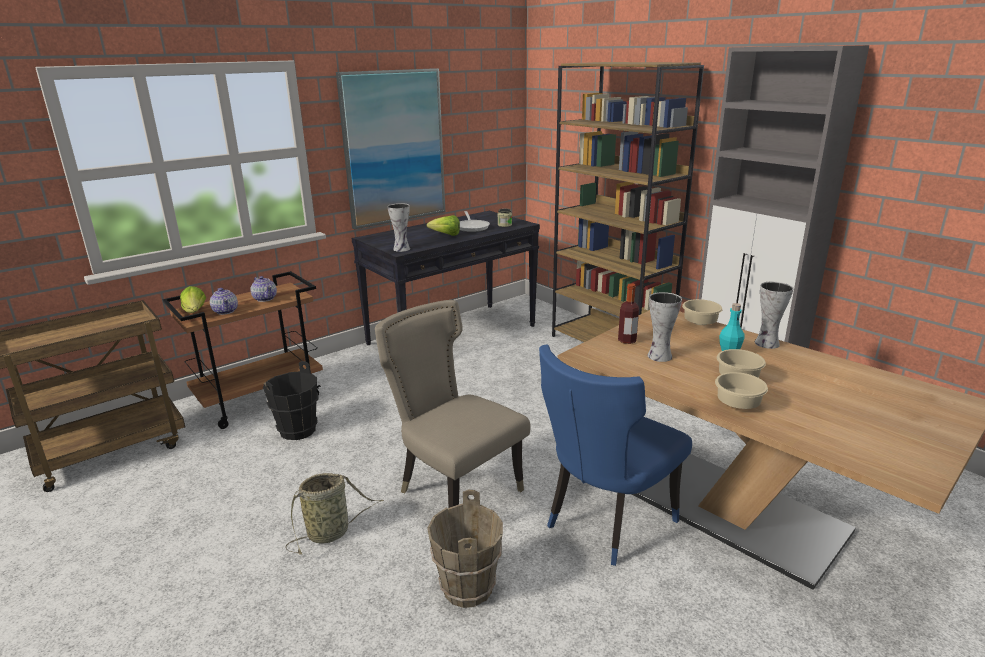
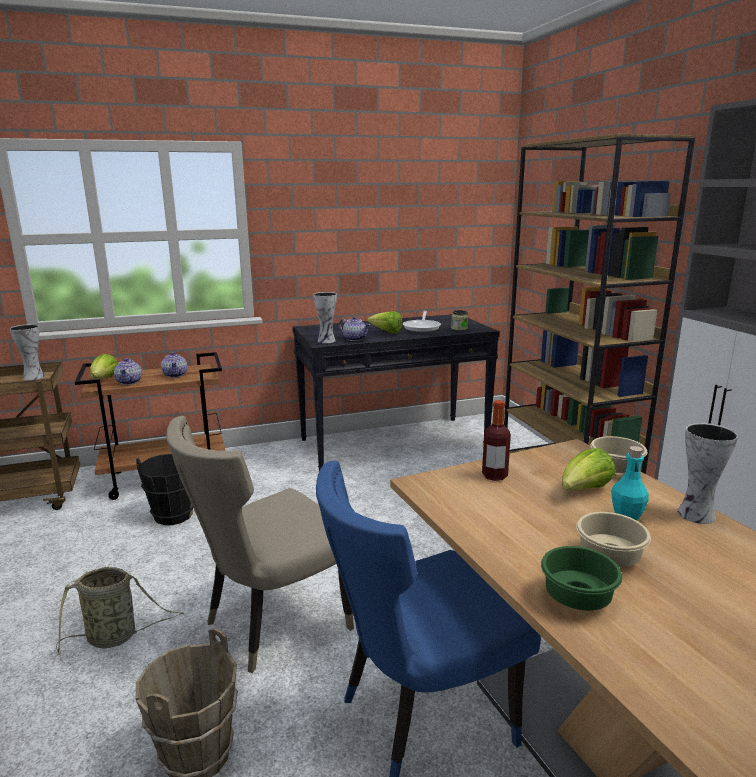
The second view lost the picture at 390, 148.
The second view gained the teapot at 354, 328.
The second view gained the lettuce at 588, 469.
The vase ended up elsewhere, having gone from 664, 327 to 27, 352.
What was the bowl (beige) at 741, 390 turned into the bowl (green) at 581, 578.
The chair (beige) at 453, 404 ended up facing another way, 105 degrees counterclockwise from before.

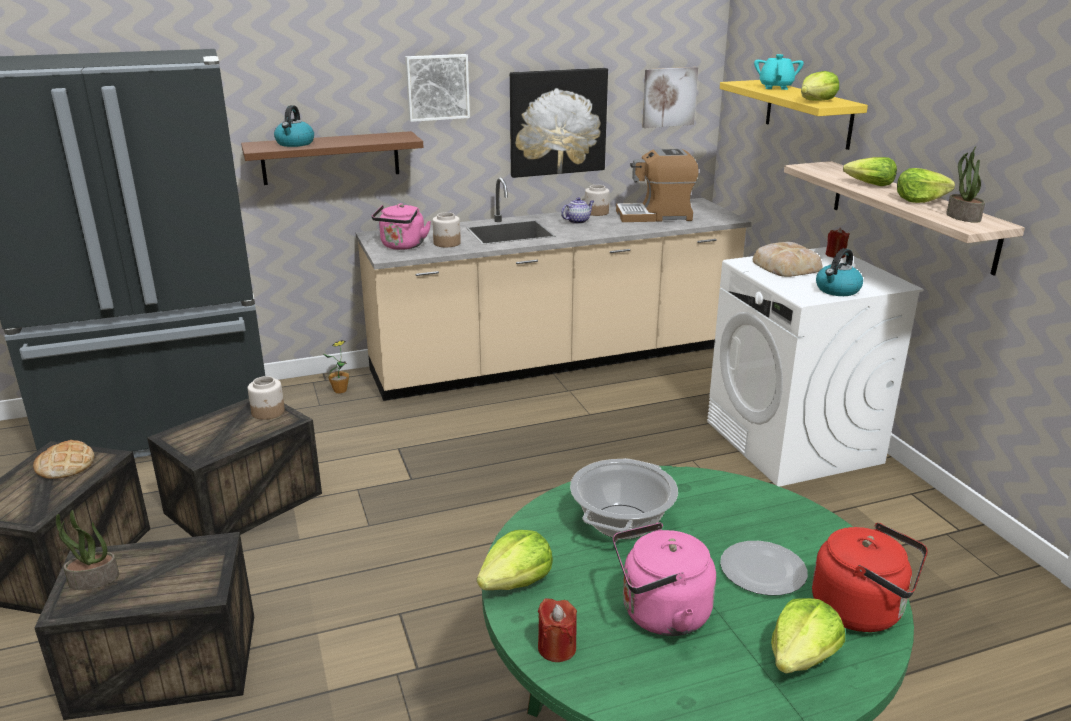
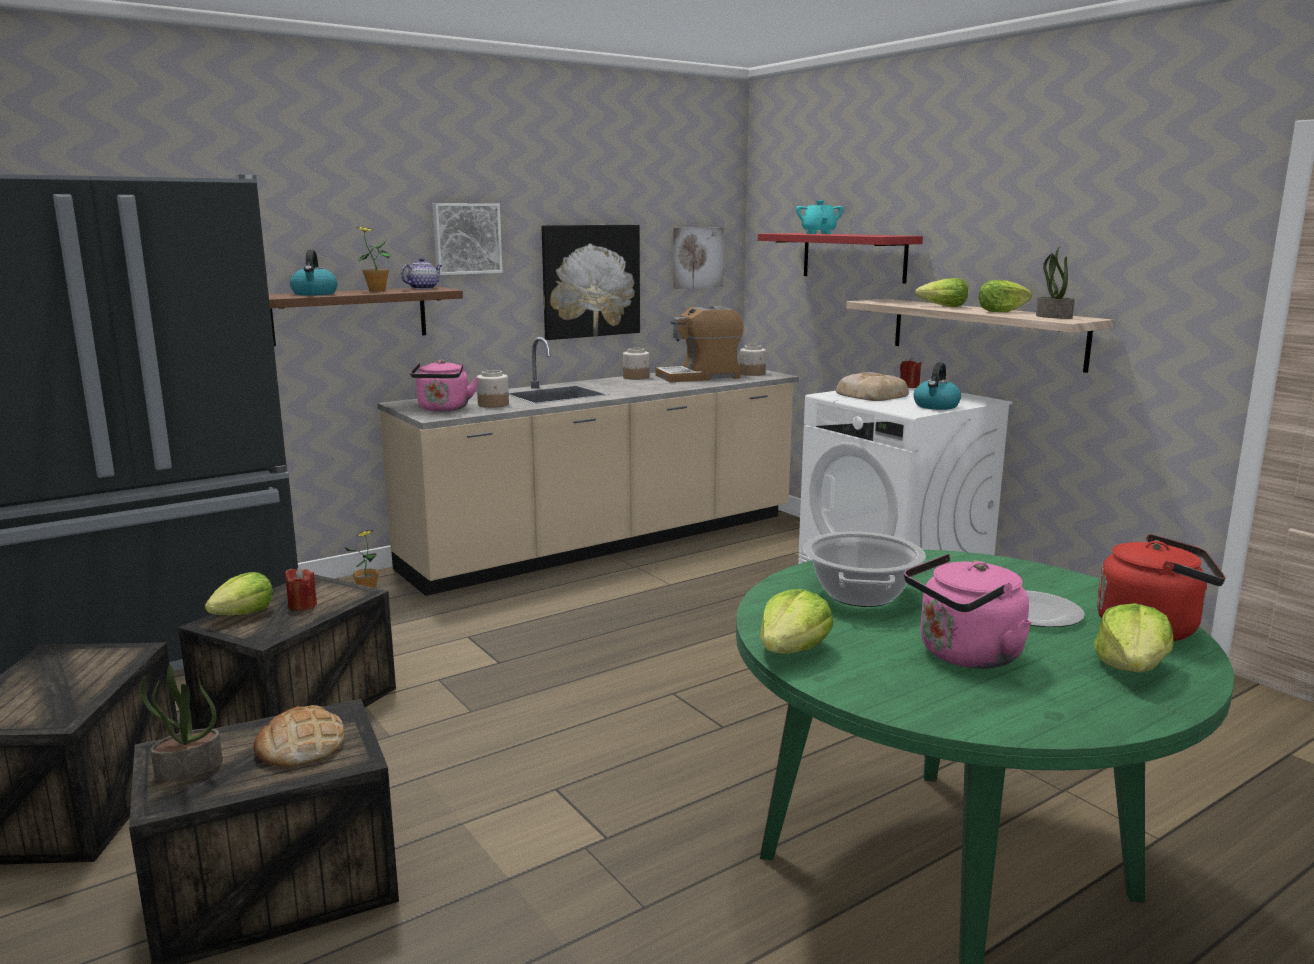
The second view gained the potted plant at 373, 259.
The bread ended up elsewhere, having gone from 64, 459 to 299, 736.
The jar ended up elsewhere, having gone from 266, 398 to 753, 360.
The candle (red) ended up elsewhere, having gone from 557, 630 to 301, 589.
The teapot ended up elsewhere, having gone from 577, 210 to 421, 273.
The lettuce ended up elsewhere, having gone from 820, 86 to 239, 594.
What was the shelf (yellow) at 794, 115 turned into the shelf (red) at 840, 258.

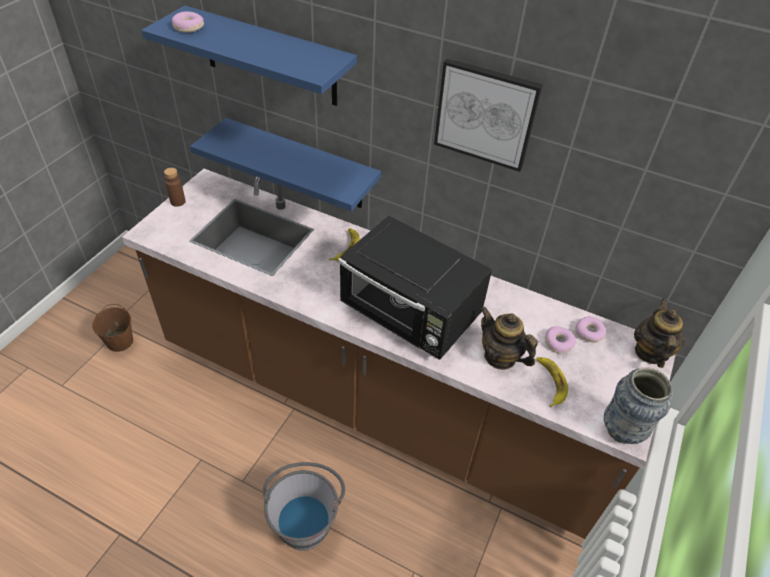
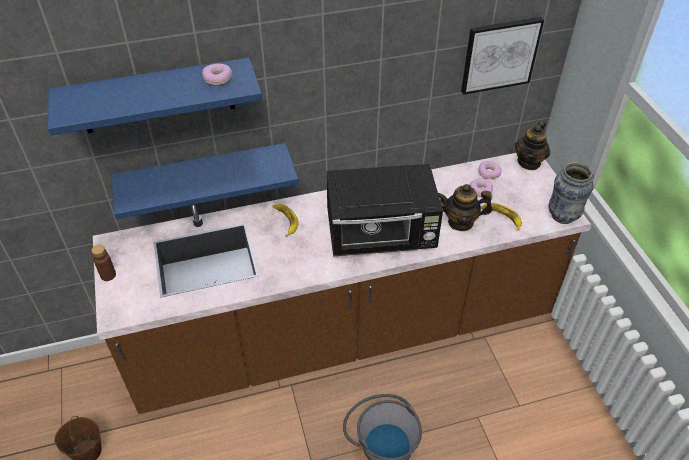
The donut ended up elsewhere, having gone from 188, 22 to 217, 74.
The picture ended up elsewhere, having gone from 488, 115 to 502, 56.
The teapot at 659, 333 ended up facing another way, 120 degrees counterclockwise from before.

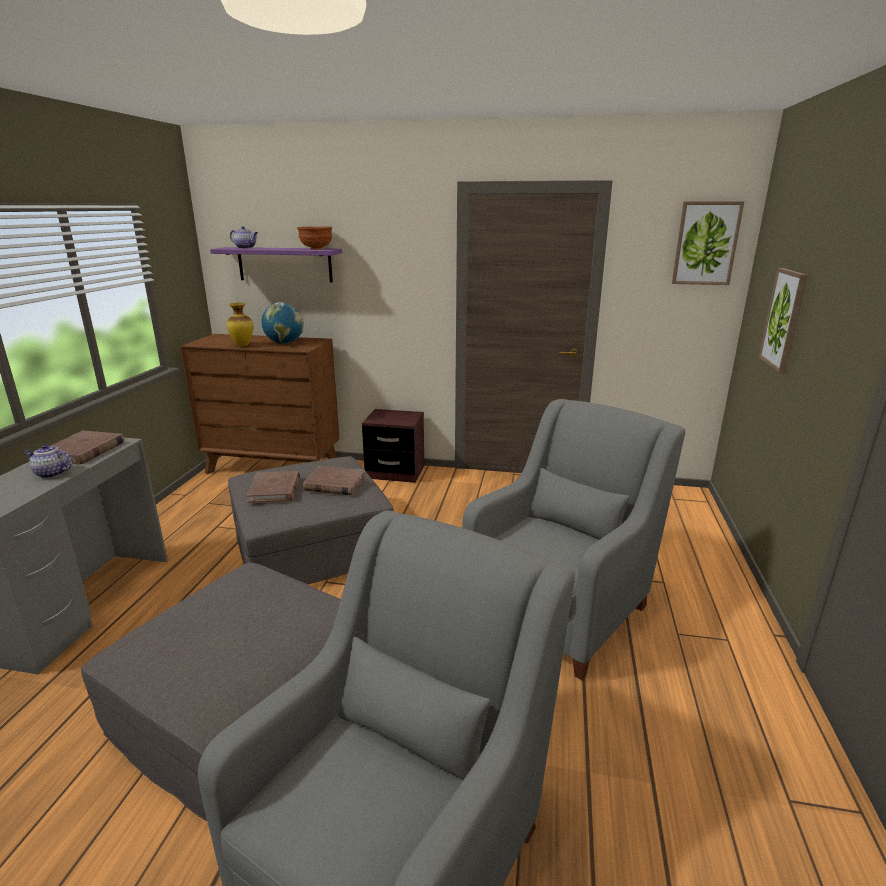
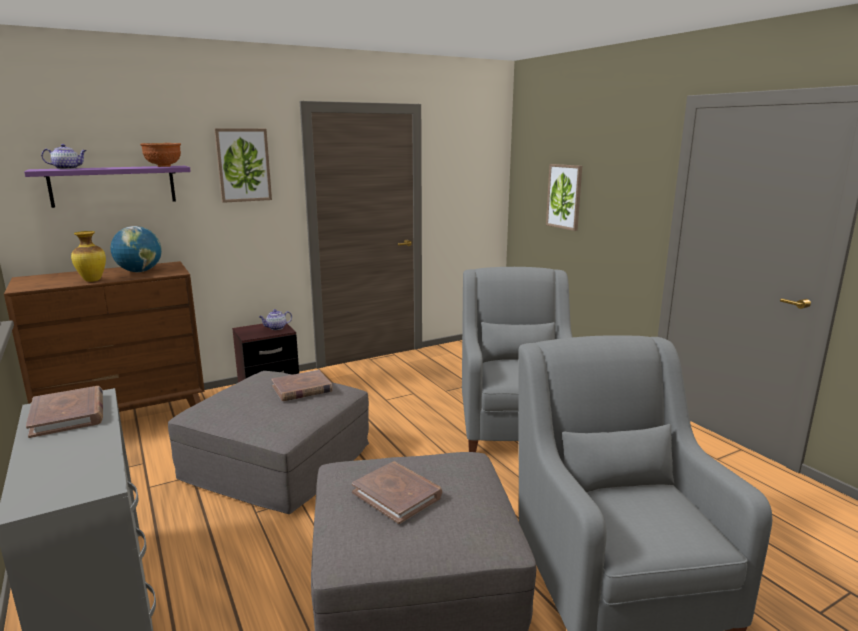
The teapot ended up elsewhere, having gone from 48, 461 to 275, 319.
The book (brown) ended up elsewhere, having gone from 273, 487 to 397, 492.
The picture ended up elsewhere, having gone from 708, 243 to 243, 165.

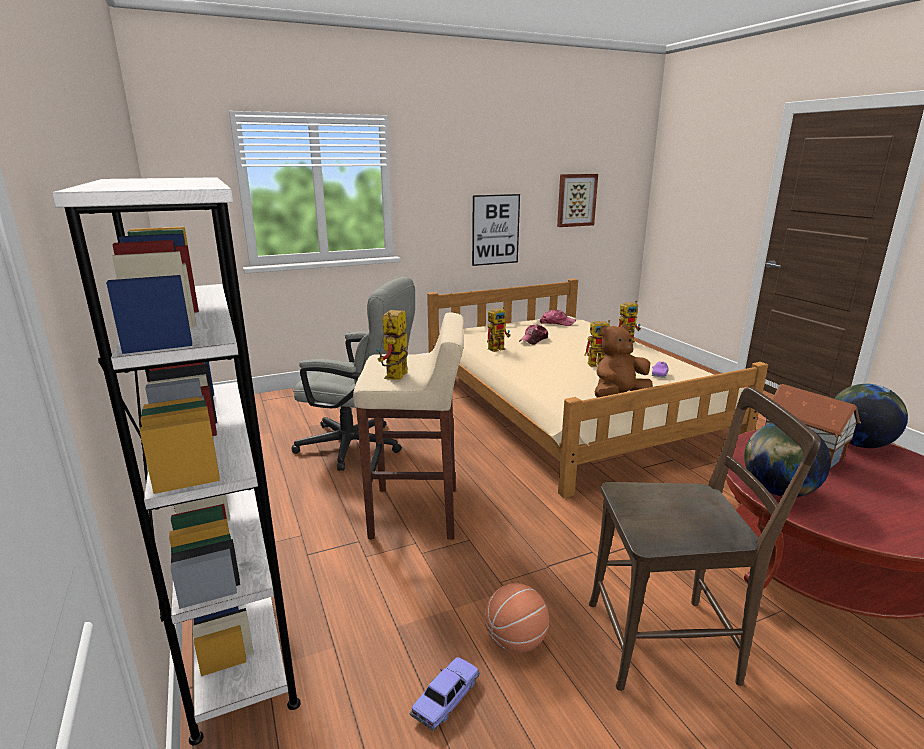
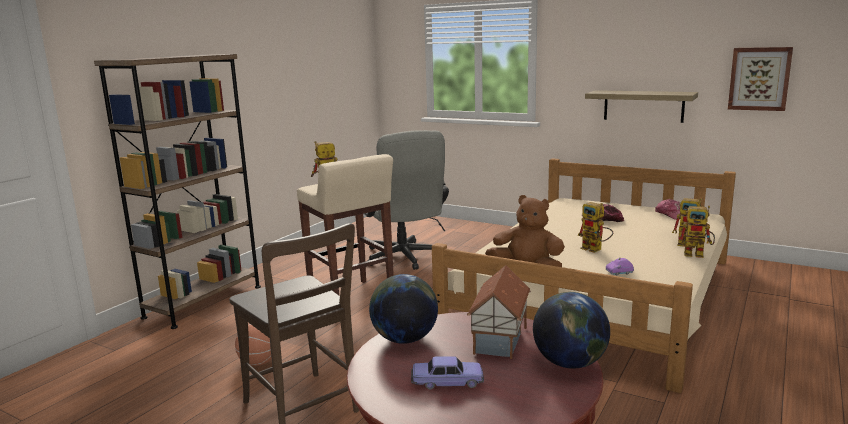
The toy car ended up elsewhere, having gone from 444, 694 to 447, 372.
The toy robot ended up elsewhere, having gone from 499, 329 to 696, 232.
Where the picture hung at 496, 230, the shelf came to hang at 641, 106.
What was the bookcase (white) at 176, 461 turned into the bookcase (brown) at 177, 191.

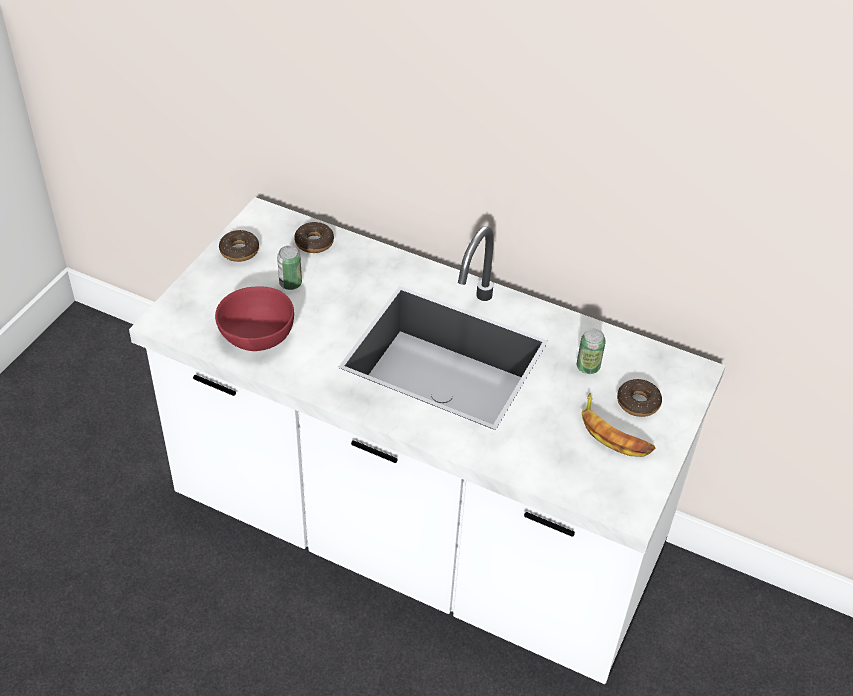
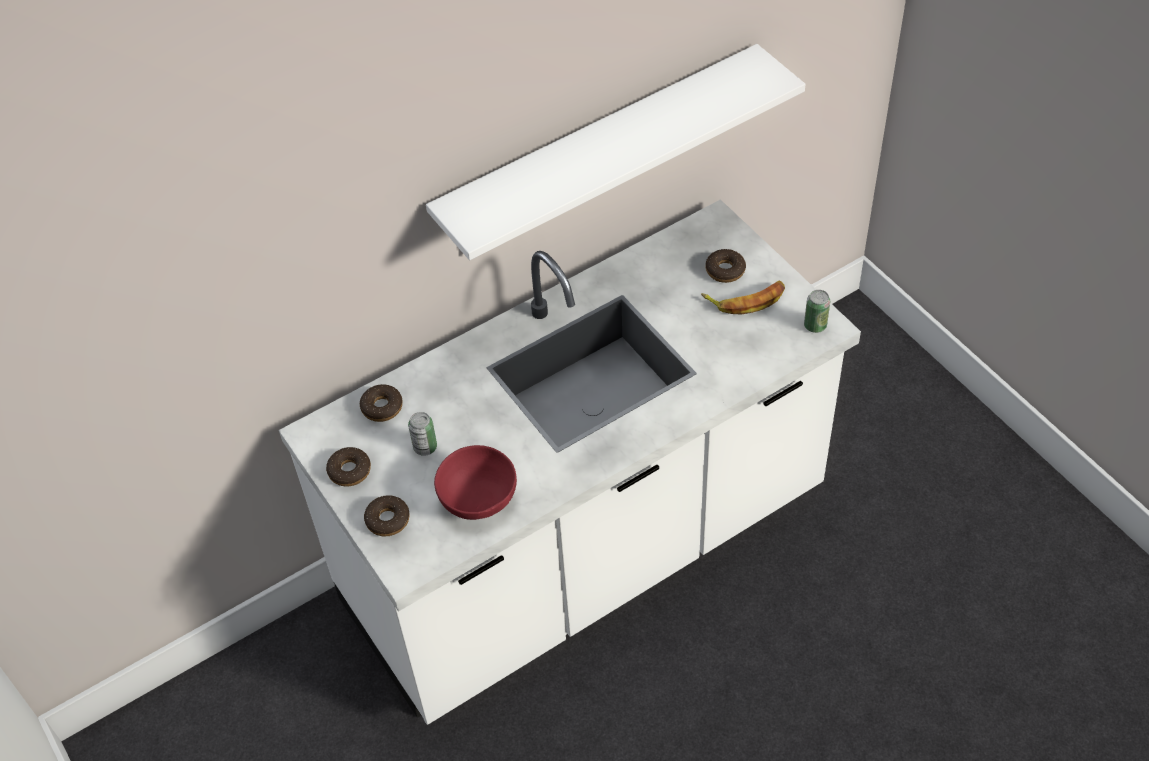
The second view gained the donut at 387, 515.
The second view gained the shelf (white) at 615, 152.
The can ended up elsewhere, having gone from 591, 351 to 817, 311.

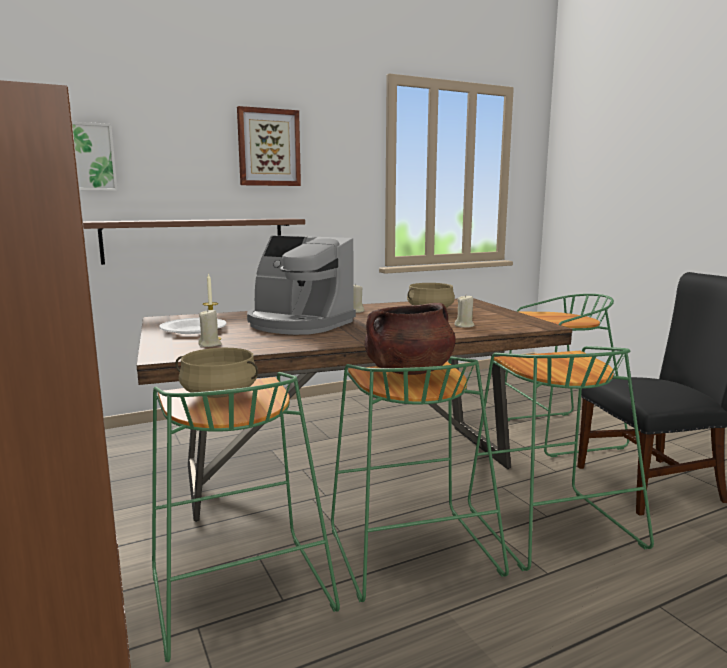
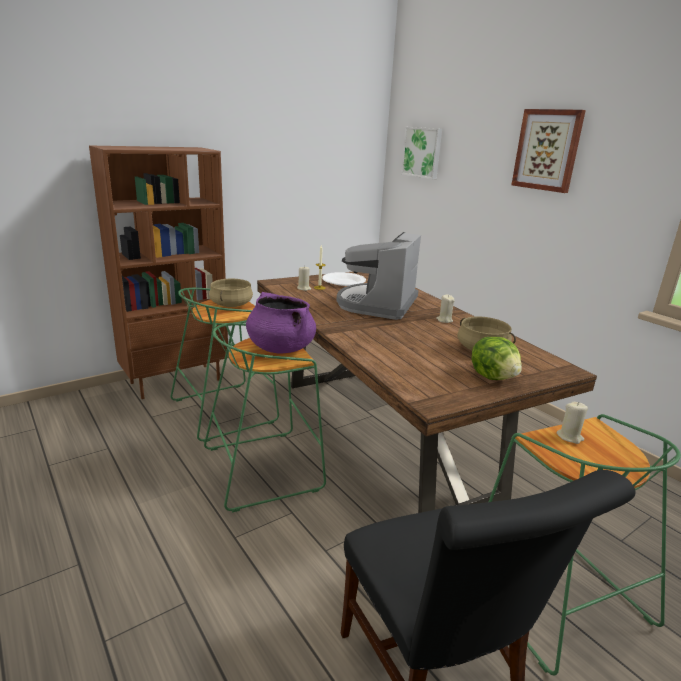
The second view lost the shelf (brown) at 194, 241.
The second view lost the stool (green) at 561, 458.
The second view gained the lettuce at 497, 358.
The candle (beige) ended up elsewhere, having gone from 464, 311 to 572, 423.
What was the cooking pot (brown) at 410, 339 turned into the cooking pot (purple) at 281, 322.

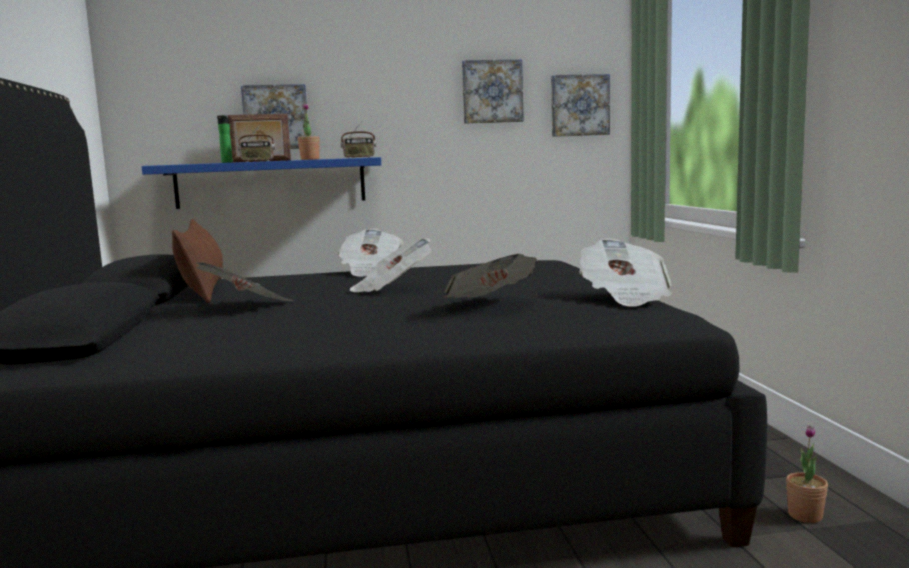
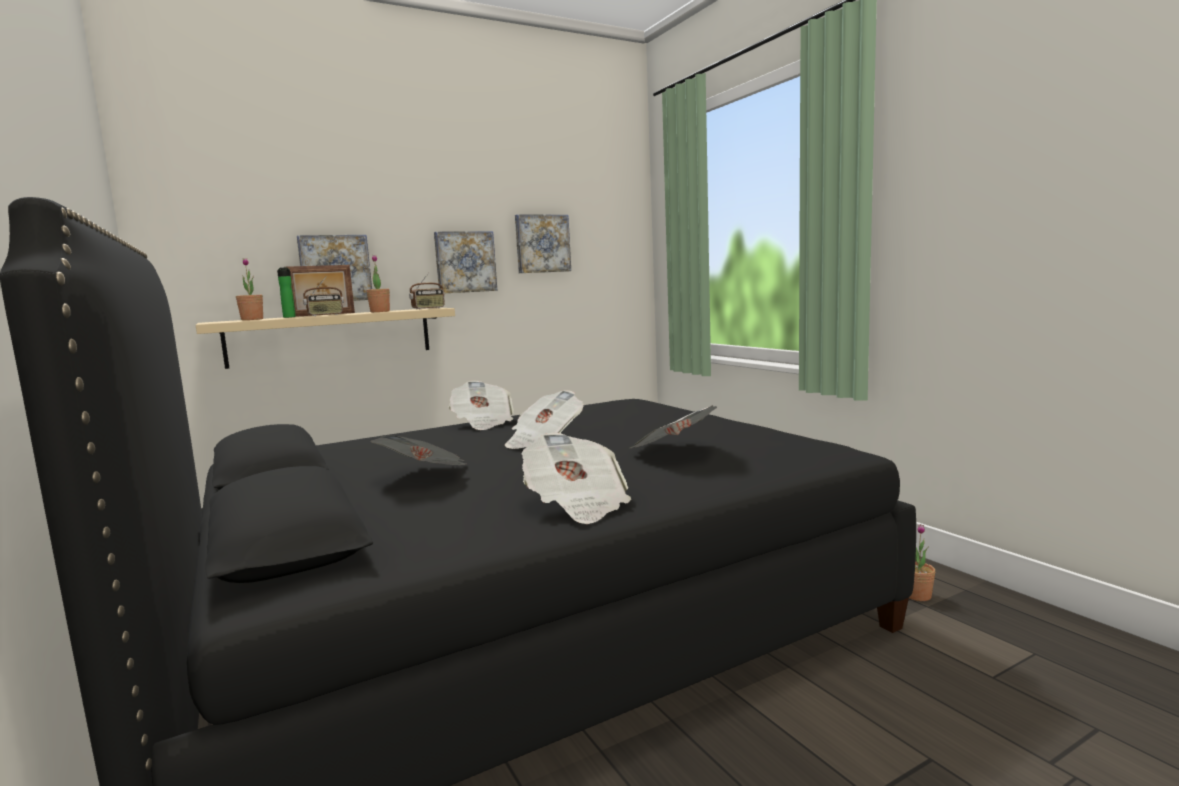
The second view lost the pillow (brown) at 197, 261.
The second view gained the potted plant at 249, 289.
The picture ended up elsewhere, having gone from 580, 105 to 465, 262.
The newspaper ended up elsewhere, having gone from 625, 273 to 576, 478.
What was the shelf (blue) at 261, 183 turned into the shelf (beige) at 325, 338.

